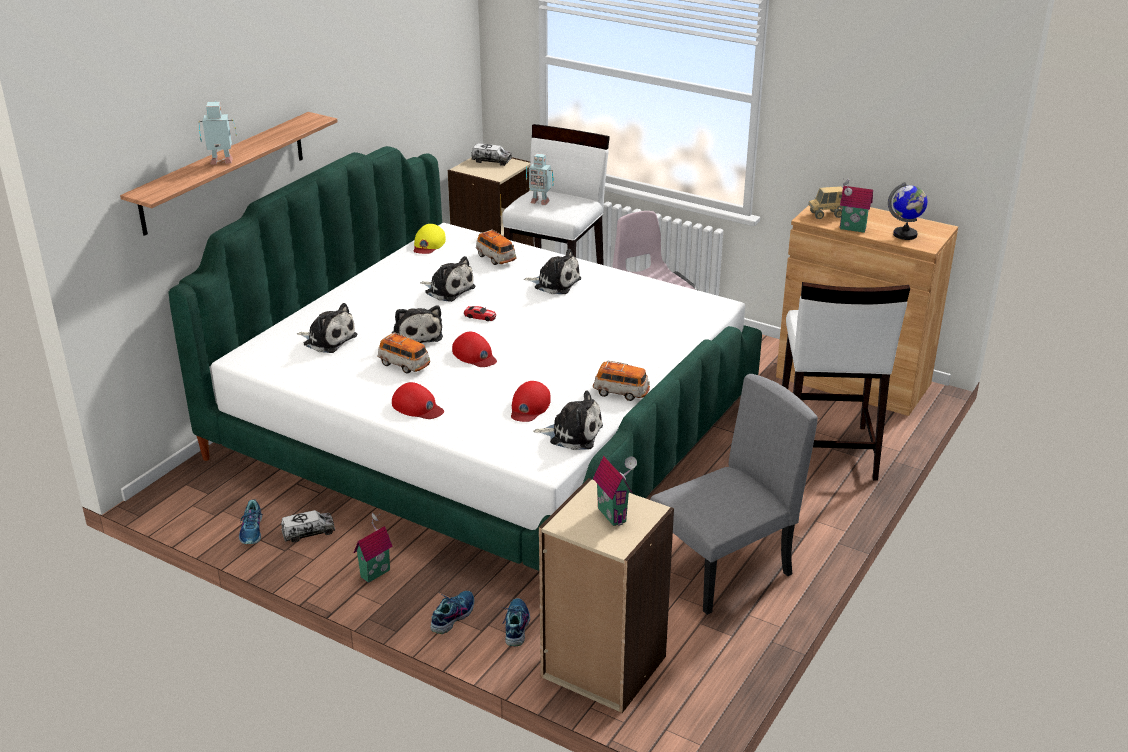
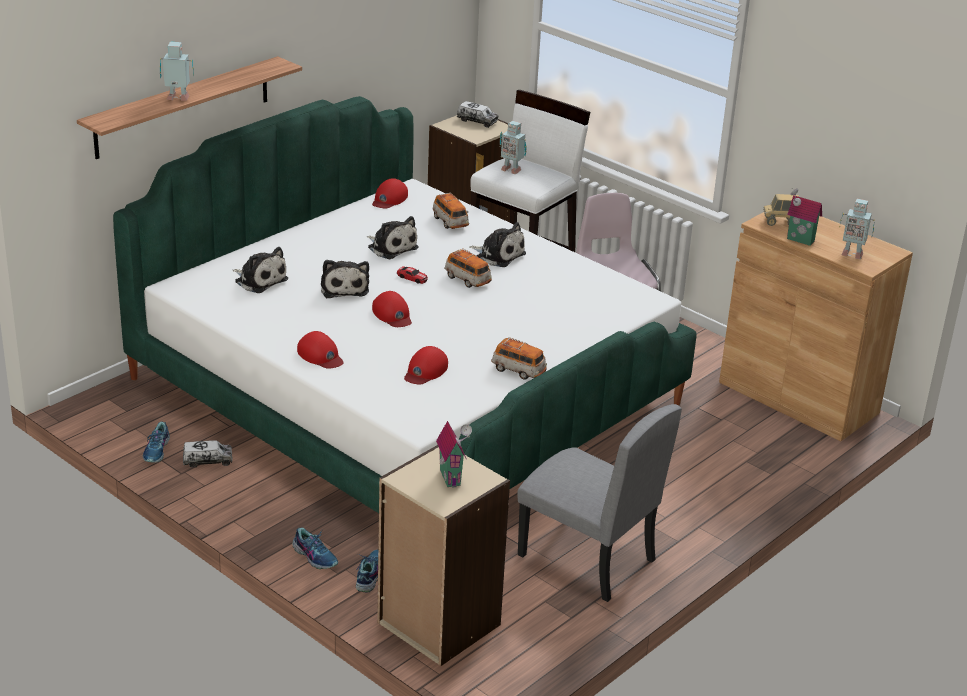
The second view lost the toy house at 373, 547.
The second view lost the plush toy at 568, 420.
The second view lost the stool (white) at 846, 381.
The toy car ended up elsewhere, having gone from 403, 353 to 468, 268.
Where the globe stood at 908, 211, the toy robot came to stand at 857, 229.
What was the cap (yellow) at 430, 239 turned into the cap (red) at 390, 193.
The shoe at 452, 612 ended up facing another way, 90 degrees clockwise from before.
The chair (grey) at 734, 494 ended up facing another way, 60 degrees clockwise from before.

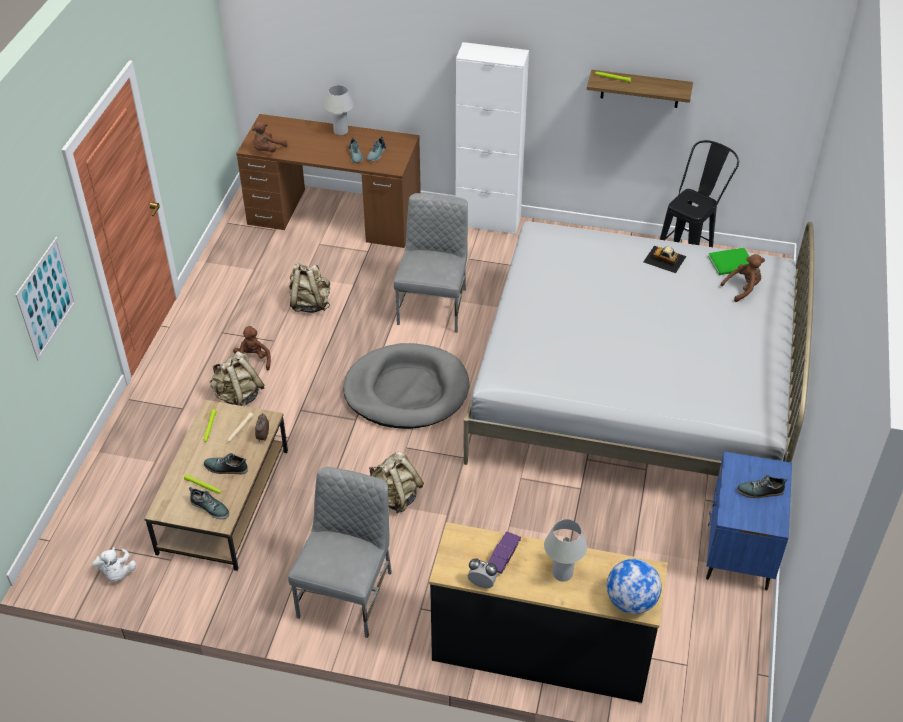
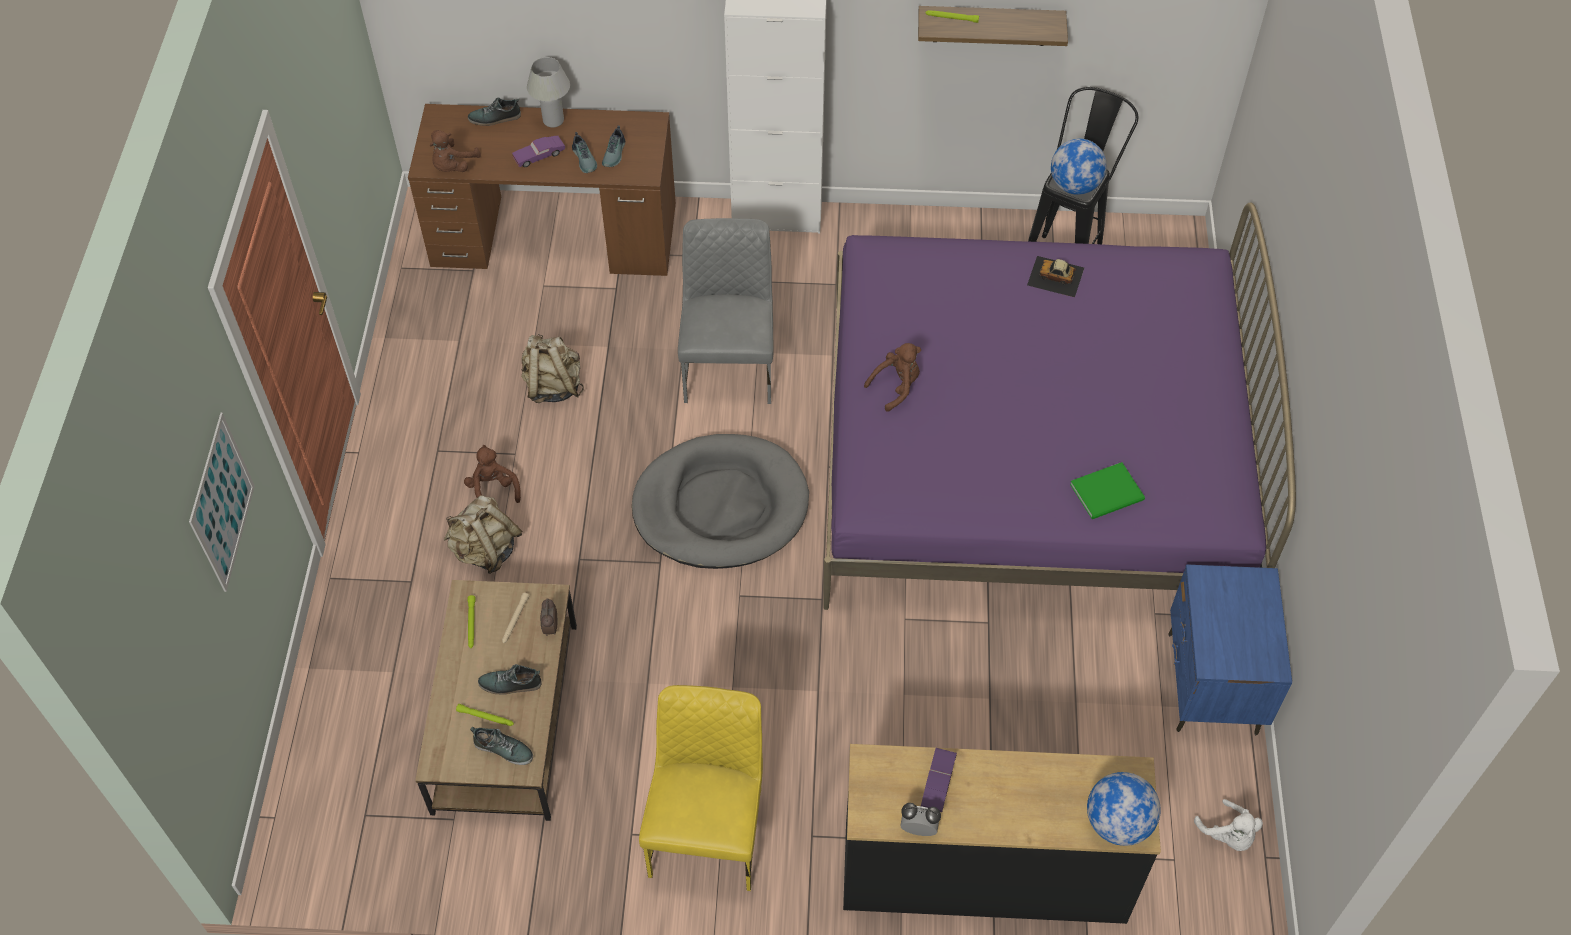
The second view lost the backpack (beige) at 396, 482.
The second view lost the table lamp (white) at 565, 550.
The second view gained the toy car (purple) at 538, 151.
The second view gained the globe at 1079, 167.
The plush toy (white) ended up elsewhere, having gone from 114, 564 to 1228, 825.
The book (green) ended up elsewhere, having gone from 729, 261 to 1107, 490.
The plush toy (brown) ended up elsewhere, having gone from 743, 278 to 892, 377.
The shoe ended up elsewhere, having gone from 762, 486 to 494, 112.
What was the chair (grey) at 340, 552 turned into the chair (yellow) at 701, 788.
What was the bed (white) at 639, 348 turned into the bed (purple) at 1059, 406.

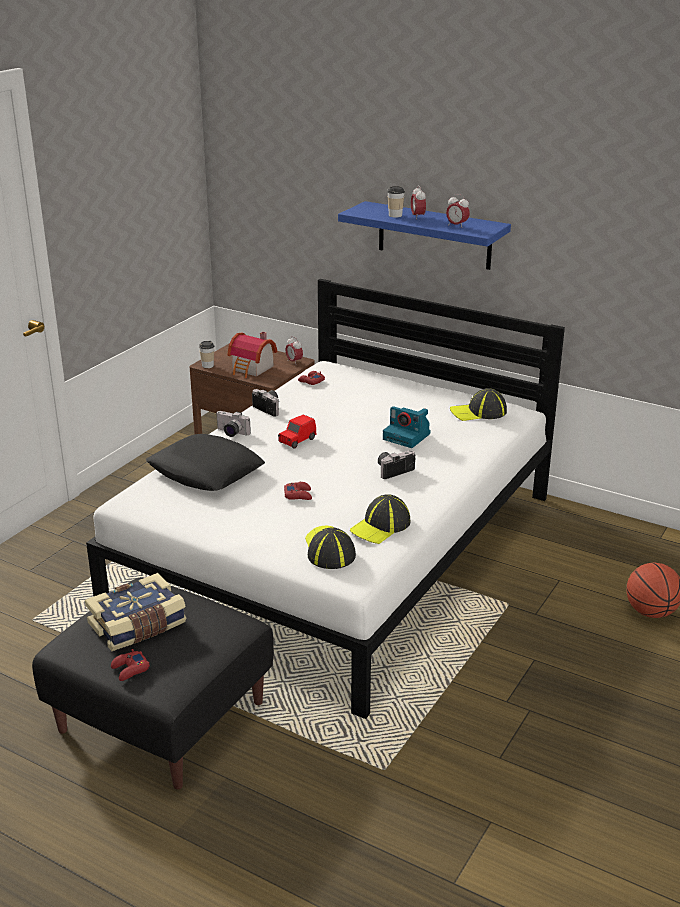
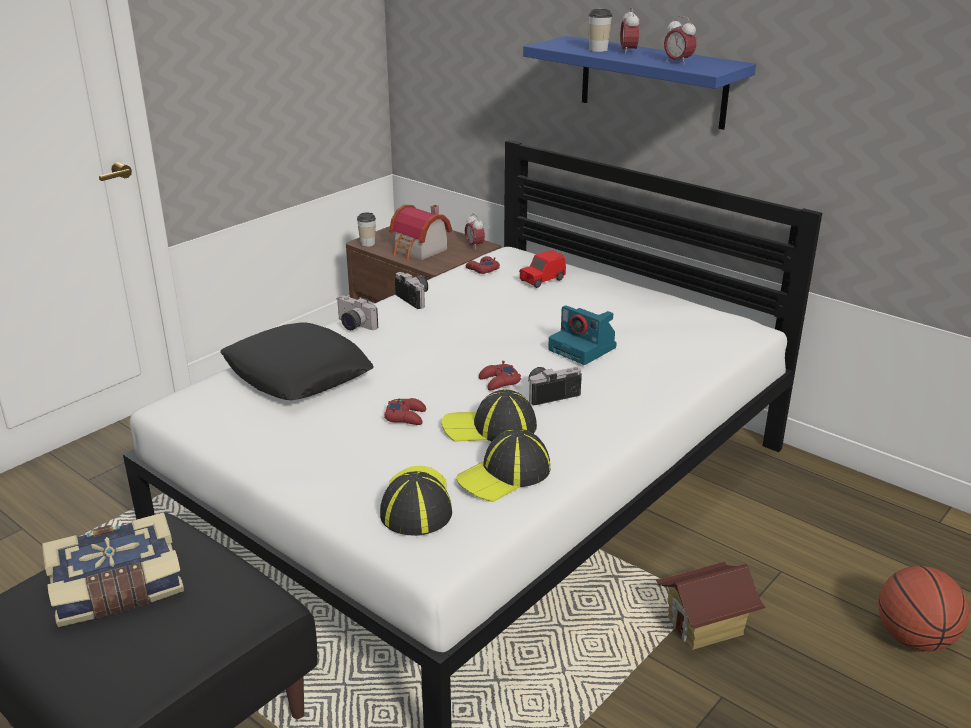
The second view gained the toy house at 711, 606.
The game controller (red) ended up elsewhere, having gone from 130, 665 to 500, 375.
The toy car (red) ended up elsewhere, having gone from 297, 431 to 542, 269.
The cap ended up elsewhere, having gone from 478, 404 to 489, 415.

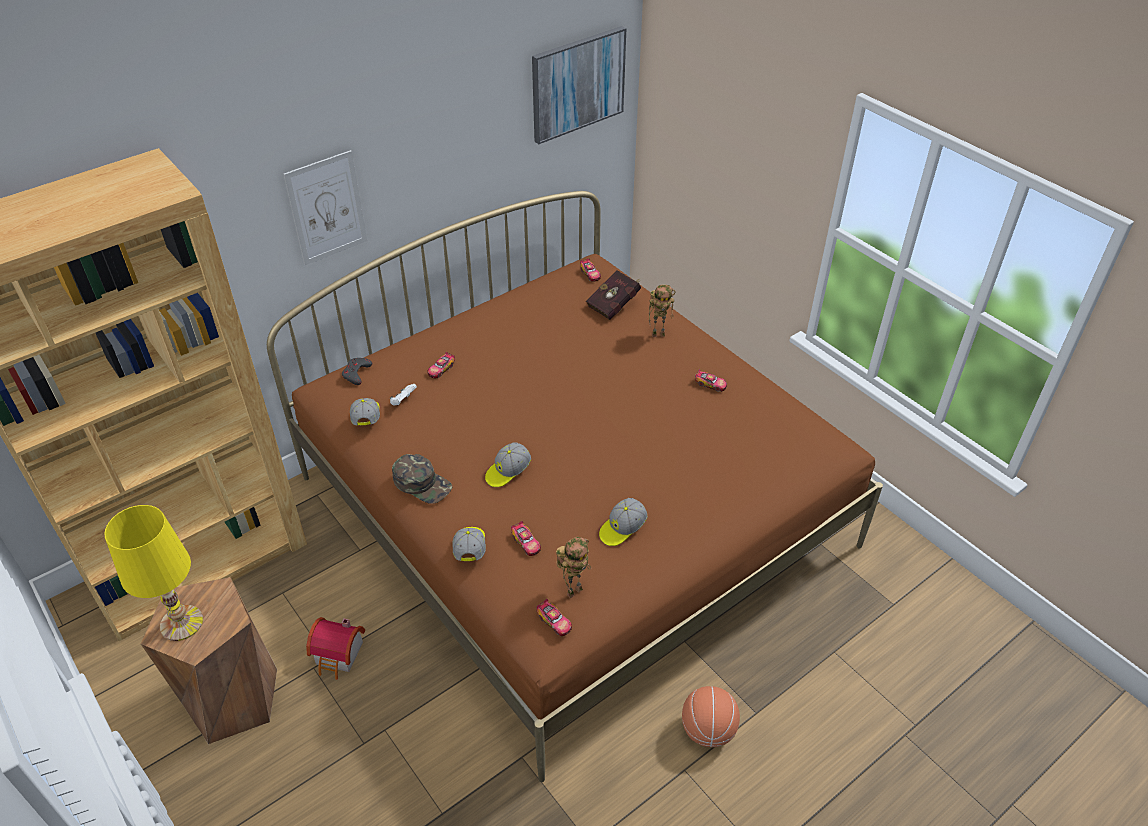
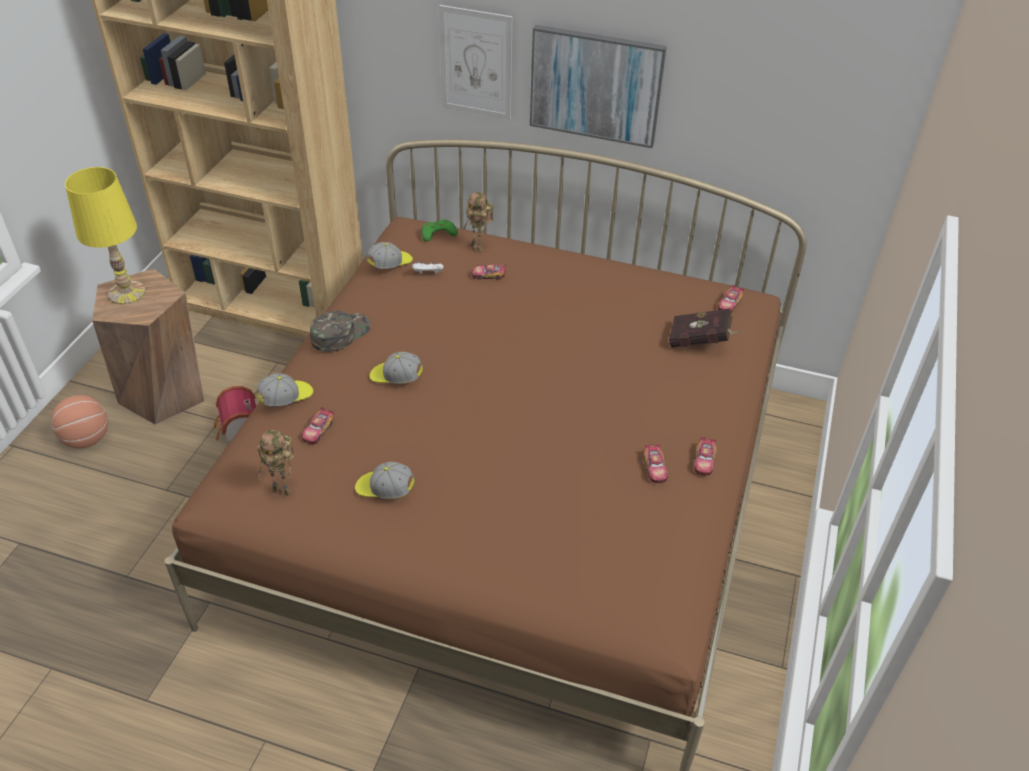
The picture ended up elsewhere, having gone from 579, 85 to 598, 86.
The toy car ended up elsewhere, having gone from 554, 617 to 705, 456.
The toy robot ended up elsewhere, having gone from 662, 311 to 477, 222.
The basketball ended up elsewhere, having gone from 711, 716 to 79, 421.
What was the game controller (grey) at 357, 371 turned into the game controller (green) at 440, 231.
The cap (green) at 422, 479 ended up facing another way, 135 degrees counterclockwise from before.

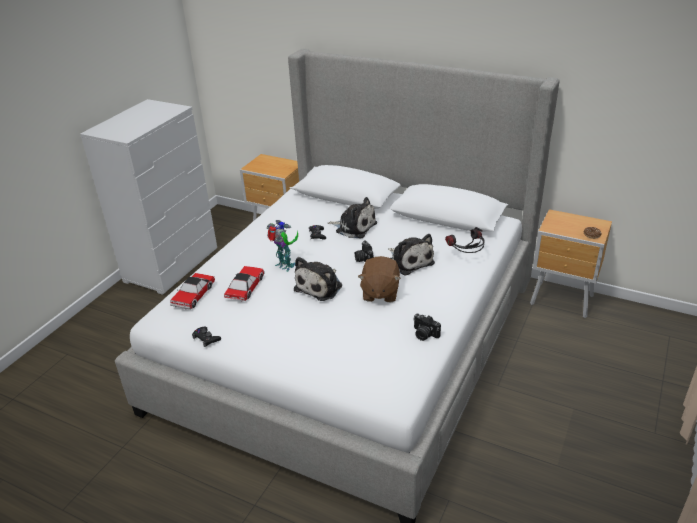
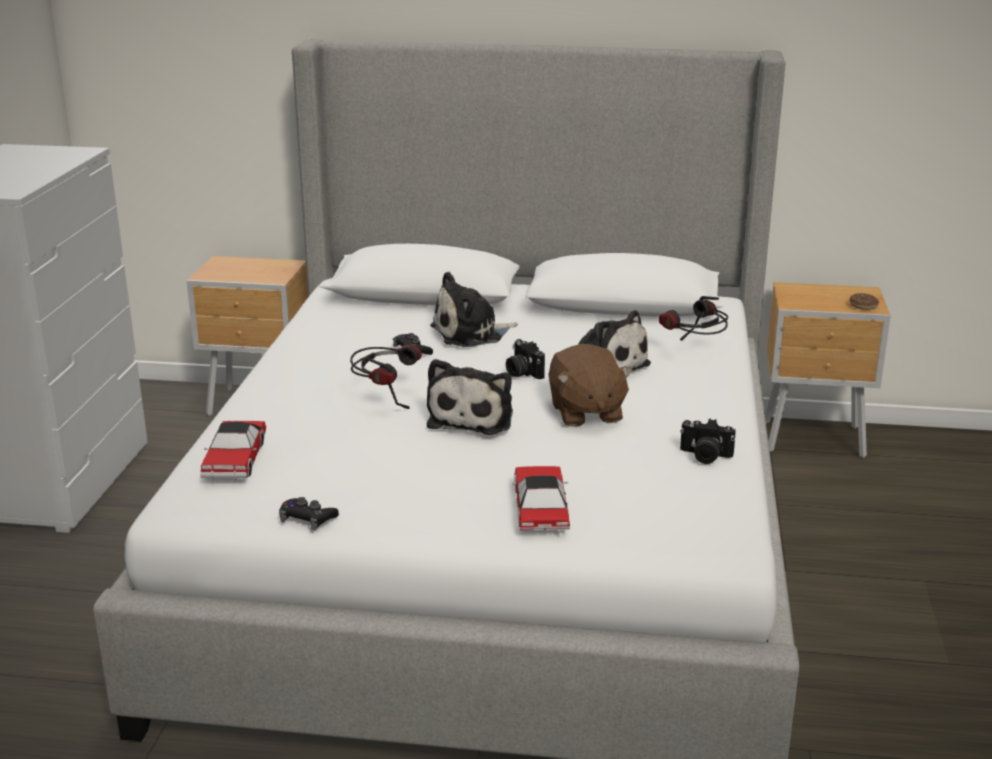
The toy car ended up elsewhere, having gone from 244, 284 to 541, 499.
Where the toy robot stood at 282, 246, the headphones came to stand at 386, 377.
The plush toy at 352, 217 ended up facing another way, 150 degrees clockwise from before.

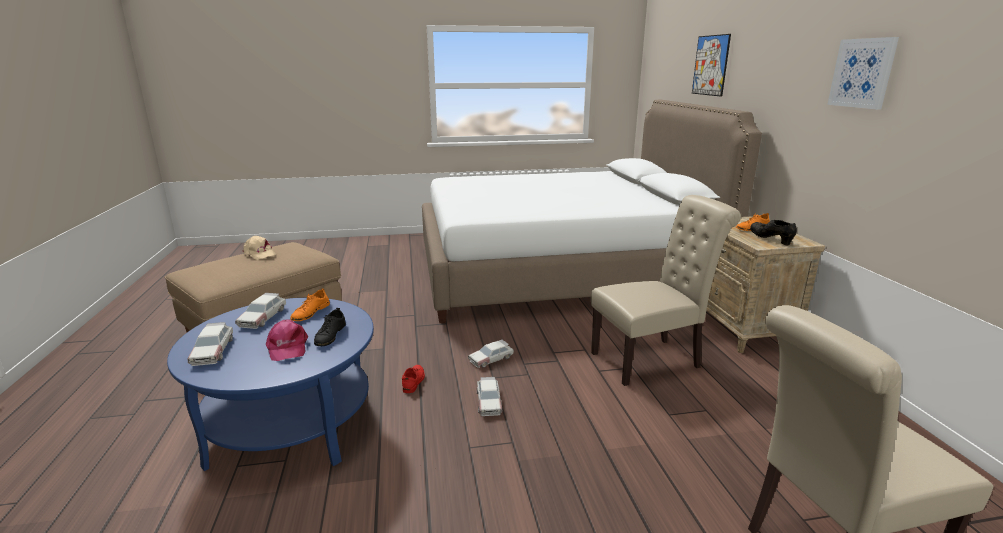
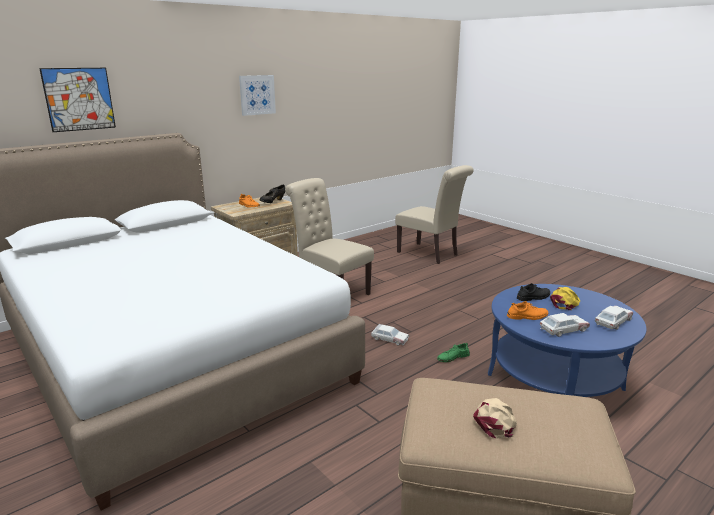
The second view lost the toy car at 490, 396.
What was the cap (pink) at 287, 340 turned into the cap (yellow) at 565, 298.
What was the shoe (red) at 413, 379 turned into the shoe (green) at 453, 352.

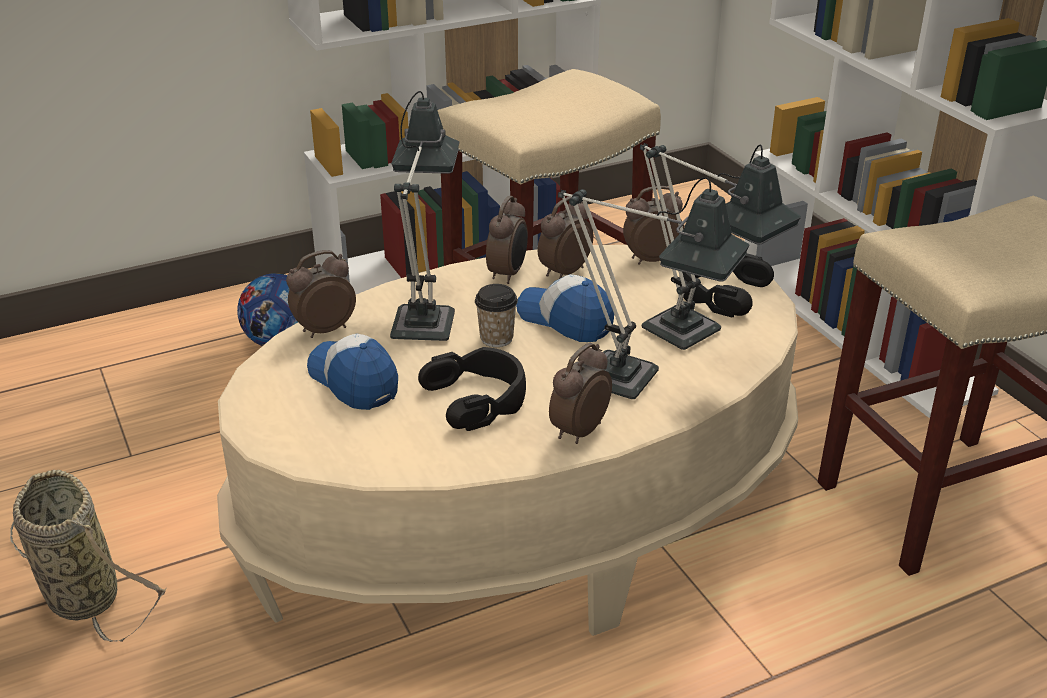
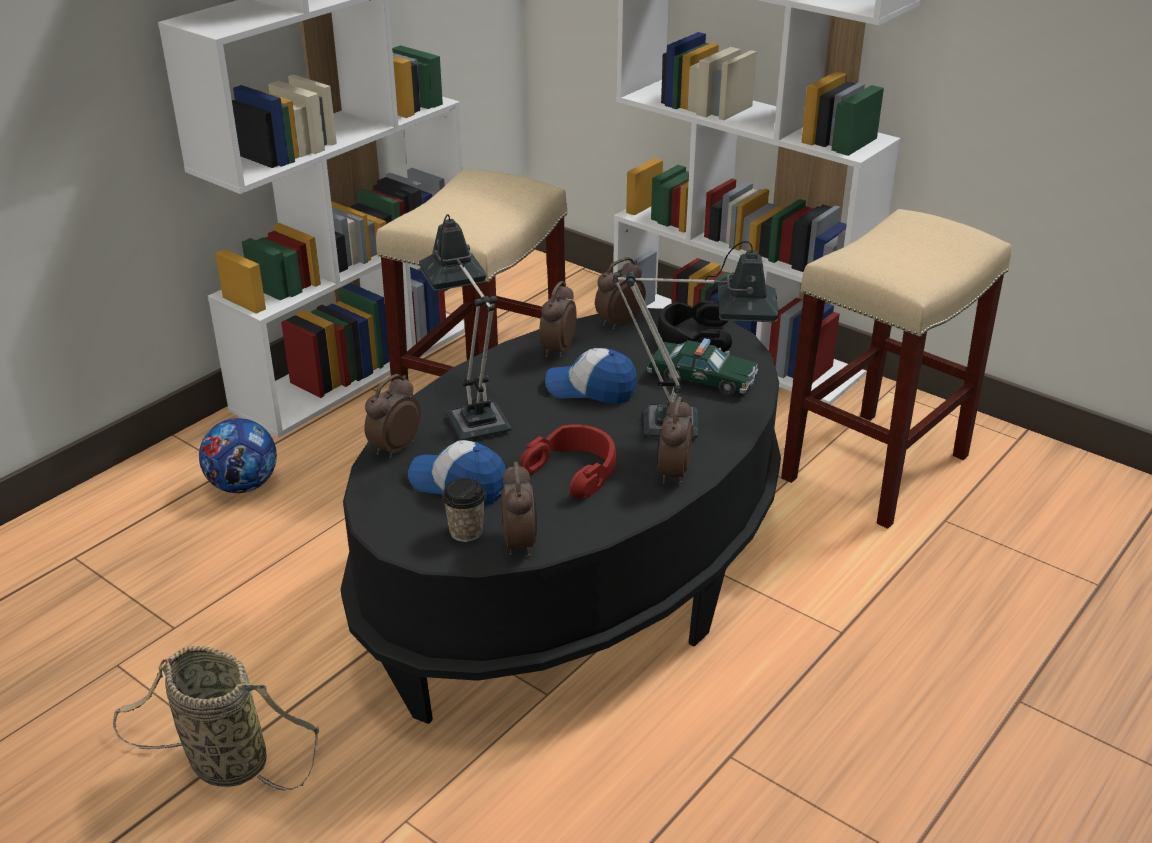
The cup ended up elsewhere, having gone from 496, 315 to 464, 510.
The alarm clock ended up elsewhere, having gone from 507, 240 to 519, 509.
Where the table lamp stood at 720, 246, the toy car came to stand at 702, 366.
What was the coffee table (beige) at 507, 440 turned into the coffee table (black) at 561, 516.
What was the headphones (black) at 472, 389 turned into the headphones (red) at 568, 461.

